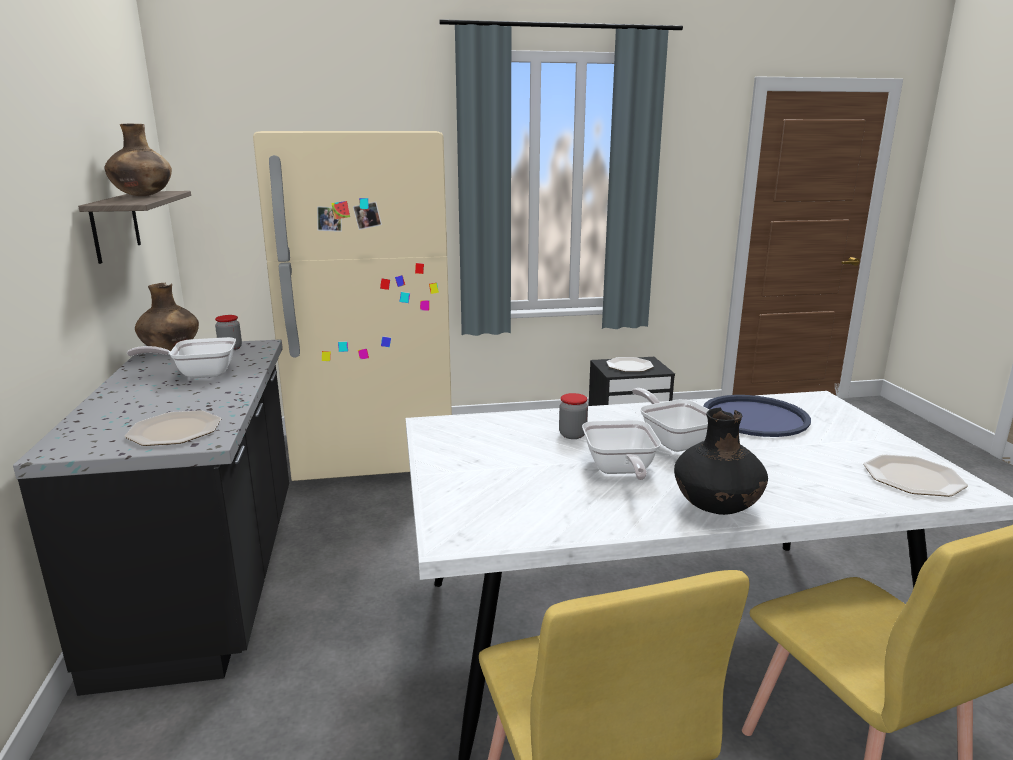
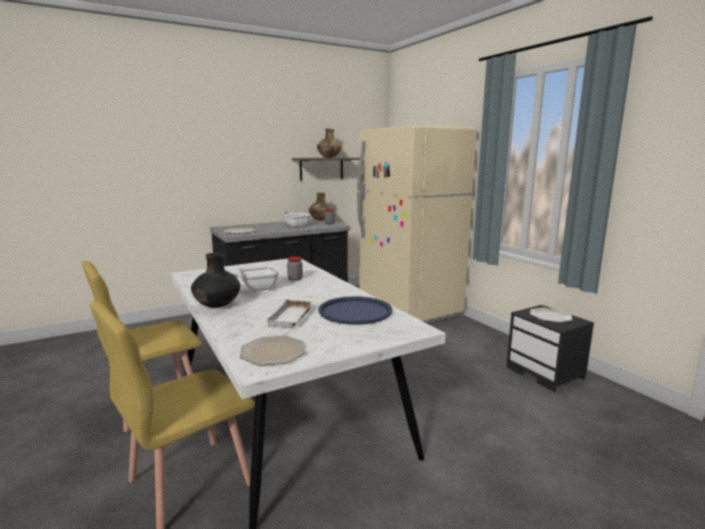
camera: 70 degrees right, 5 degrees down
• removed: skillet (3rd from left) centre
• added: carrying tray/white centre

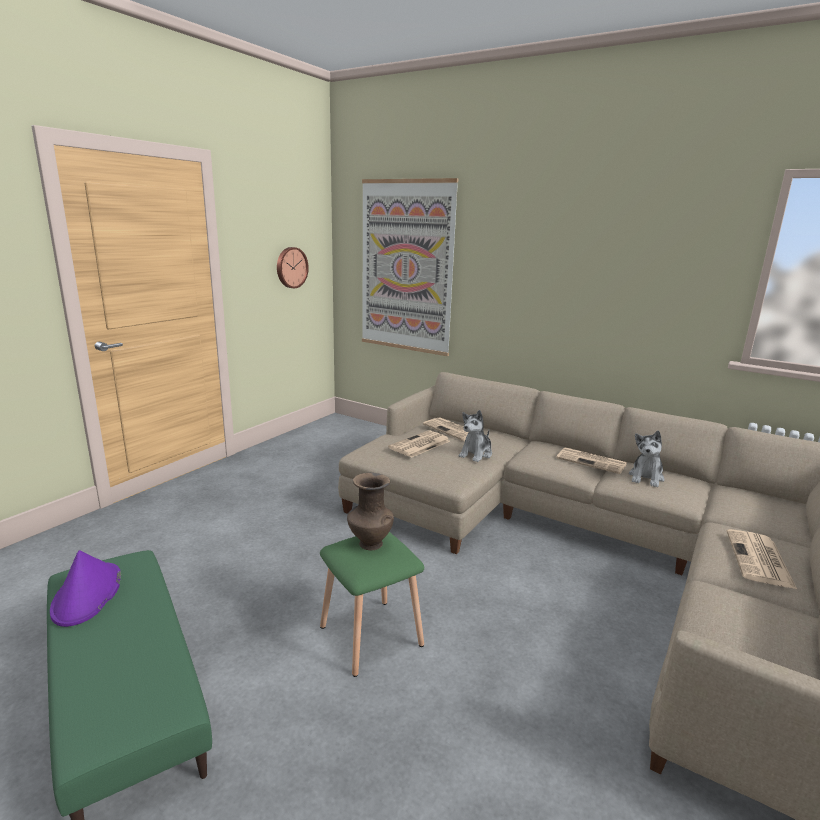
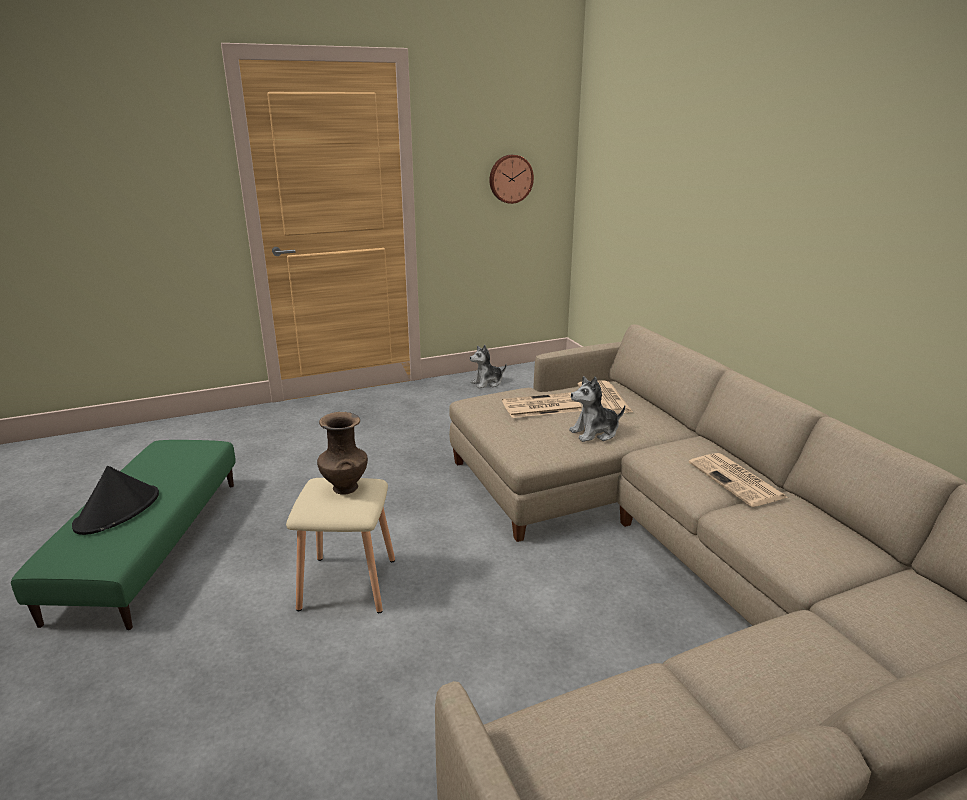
camera: 35 degrees right, 5 degrees up
• removed: wall picture top centre
• moved: plush toy (2nd from left in the first image) middle right to plush toy (1st from left) centre
• removed: daily paper (4th from left) bottom right
• recoloured: sitting stool/greenish bottom centre to sitting stool/beige-coloured bottom centre
• removed: hat/purple bottom left
• added: hat/black middle left

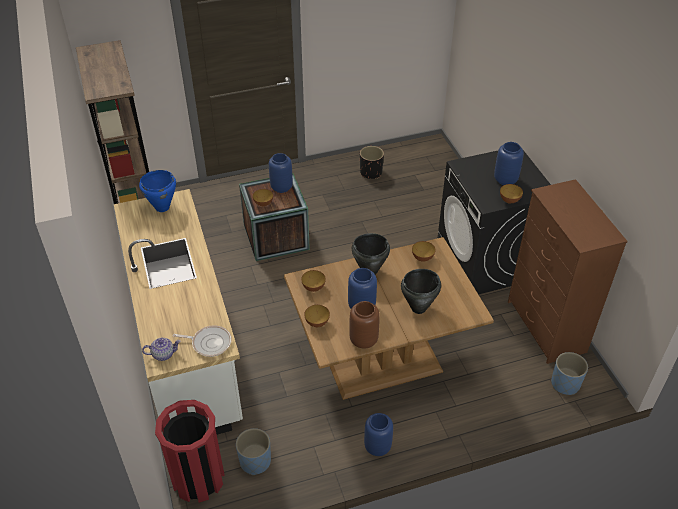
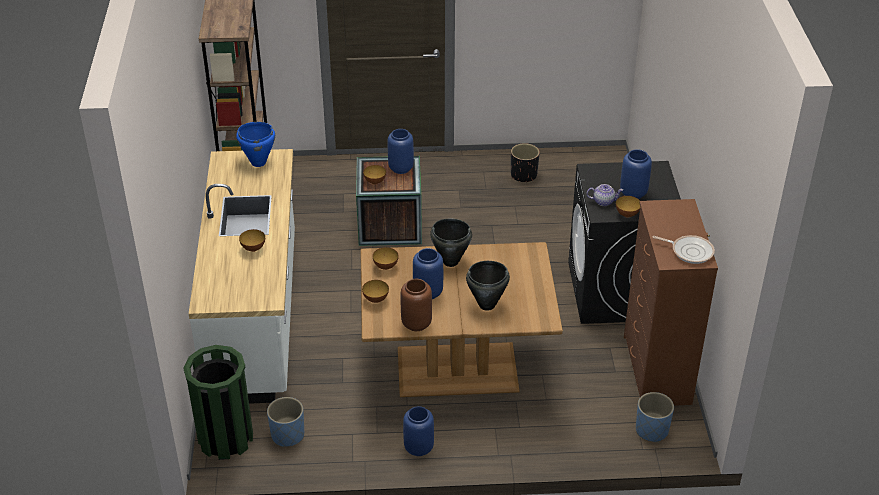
camera: 15 degrees right, 5 degrees down
• moved: serving bowl (4th from left in the first image) centre to serving bowl (1st from left) middle left
• moved: skillet bottom left to middle right
• moved: teapot bottom left to middle right
• recoloured: trash can/reddish bottom left to trash can/greenish bottom left

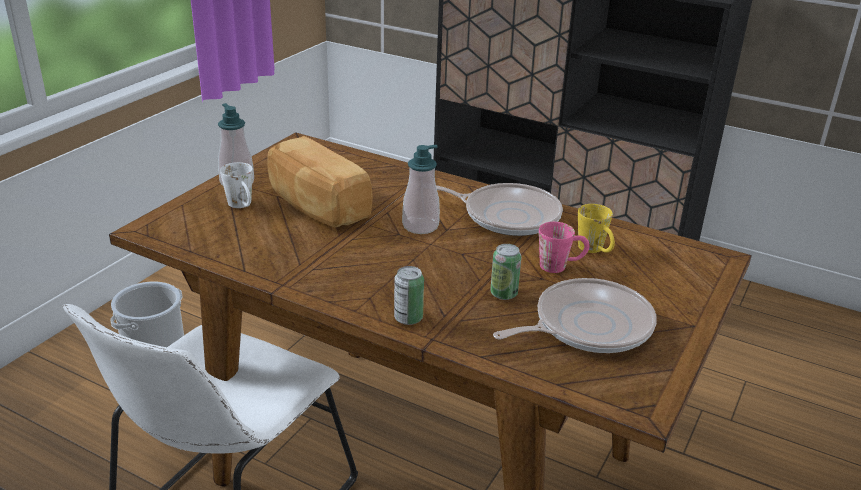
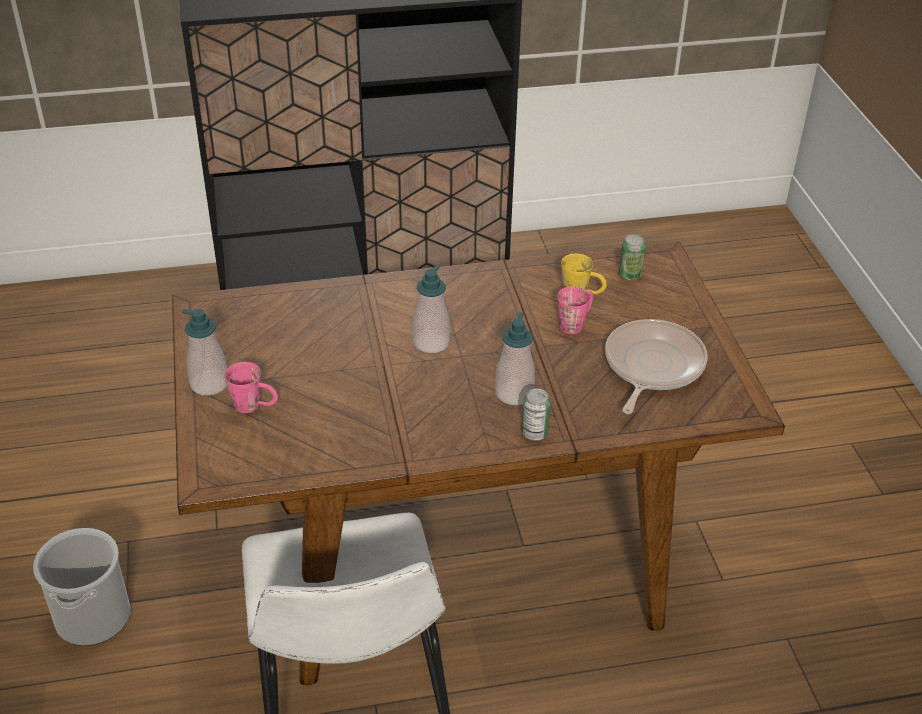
camera: 40 degrees left, 10 degrees up
• removed: baked bread centre
• recoloured: mug/white middle left to mug/pink-coloured (1st from left) middle left
• removed: skillet (1st from left) centre
• moved: metal can (2nd from left) centre to middle right
• added: soap bottle (3rd from left) centre

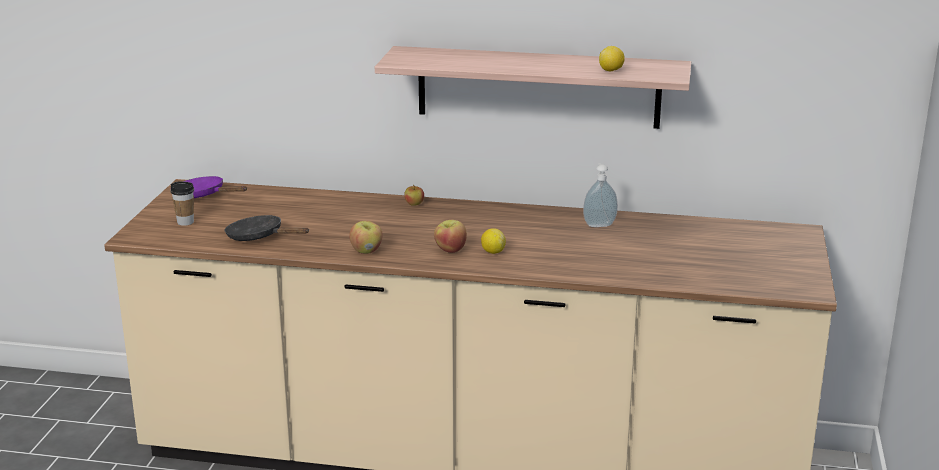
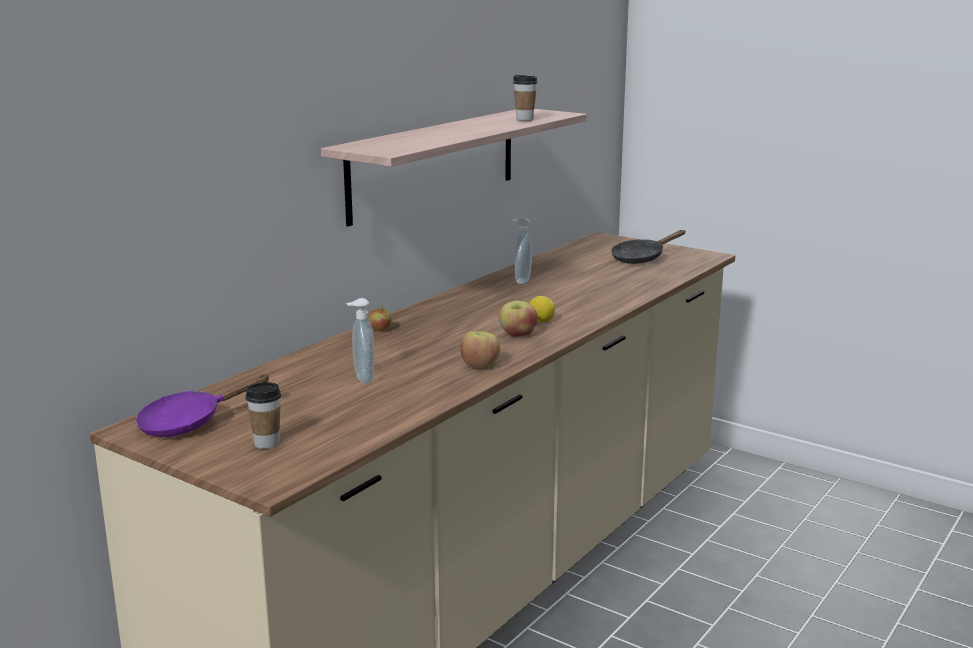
camera: 65 degrees left, 5 degrees down
• replaced: whole lemon (2nd from left) top centre to small cup (2nd from left) top centre
• moved: skillet/black middle left to centre
• added: soap bottle (1st from left) centre

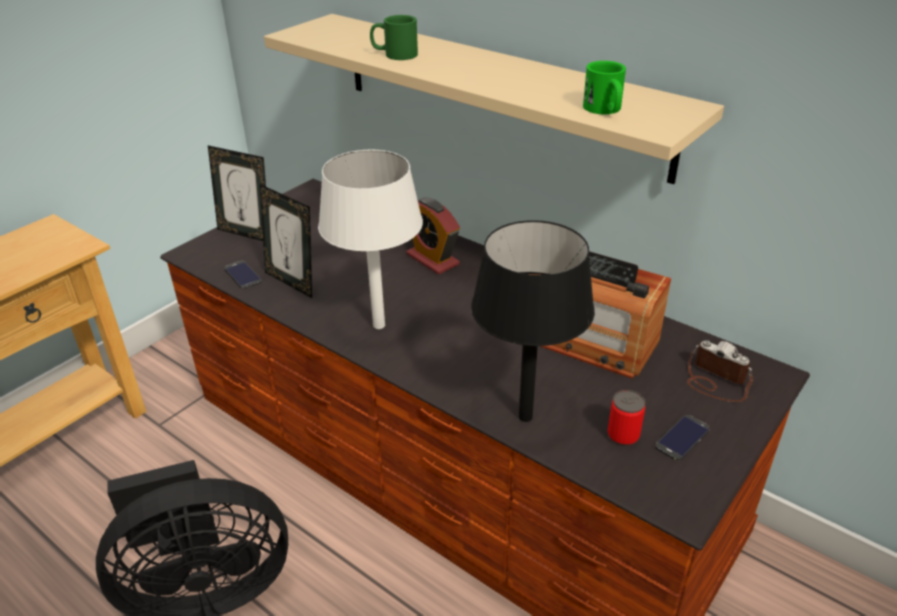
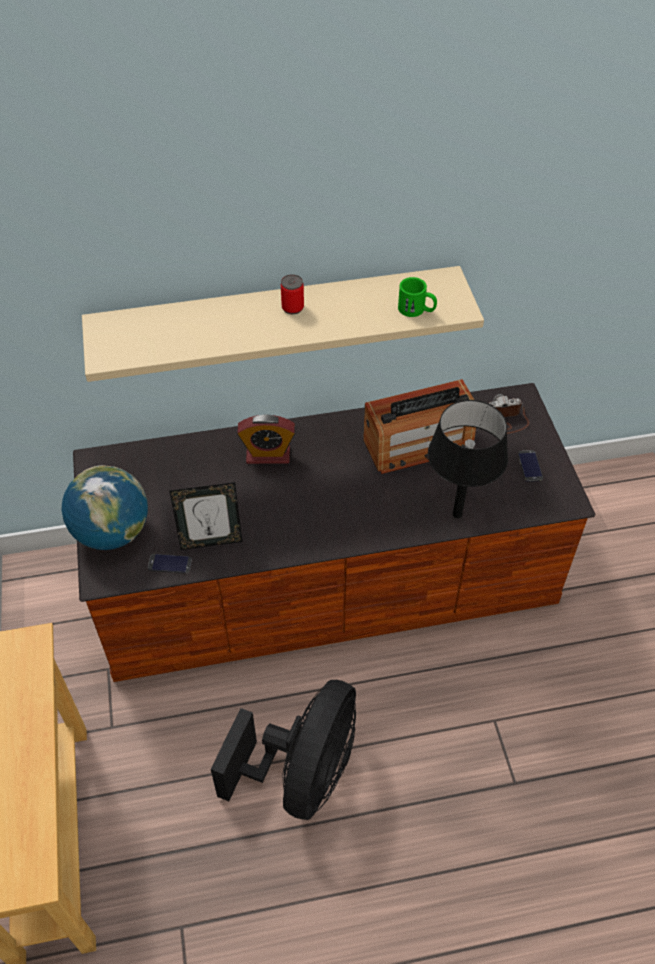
camera: 50 degrees left, 15 degrees up
• removed: mug/greenish (1st from left) top centre
• replaced: photo frame (1st from left) top left to globe middle left
• removed: lamp for a table/white centre
• moved: metal can bottom right to top centre

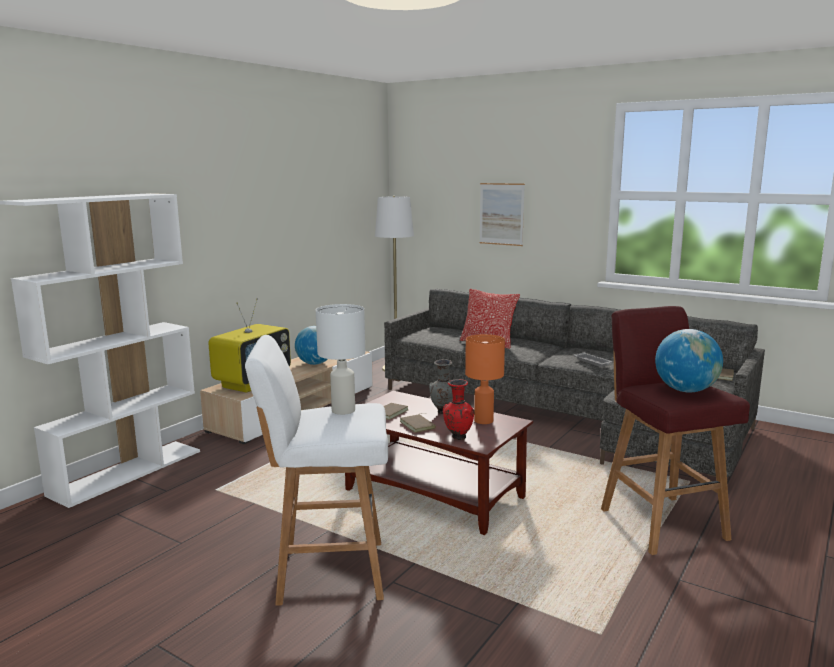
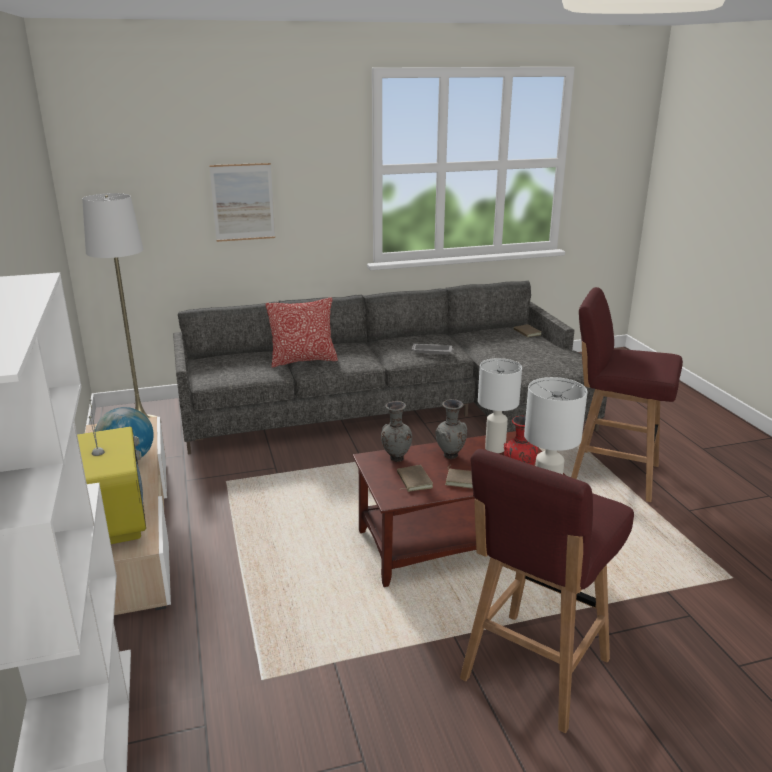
camera: 50 degrees left, 10 degrees up
• removed: globe (2nd from left) middle right
• recoloured: lamp for a table/orangey centre to lamp for a table/white (1st from left) centre
• recoloured: sitting stool/white bottom centre to sitting stool/reddish (1st from left) bottom right
• added: flower vase/gray (1st from left) centre

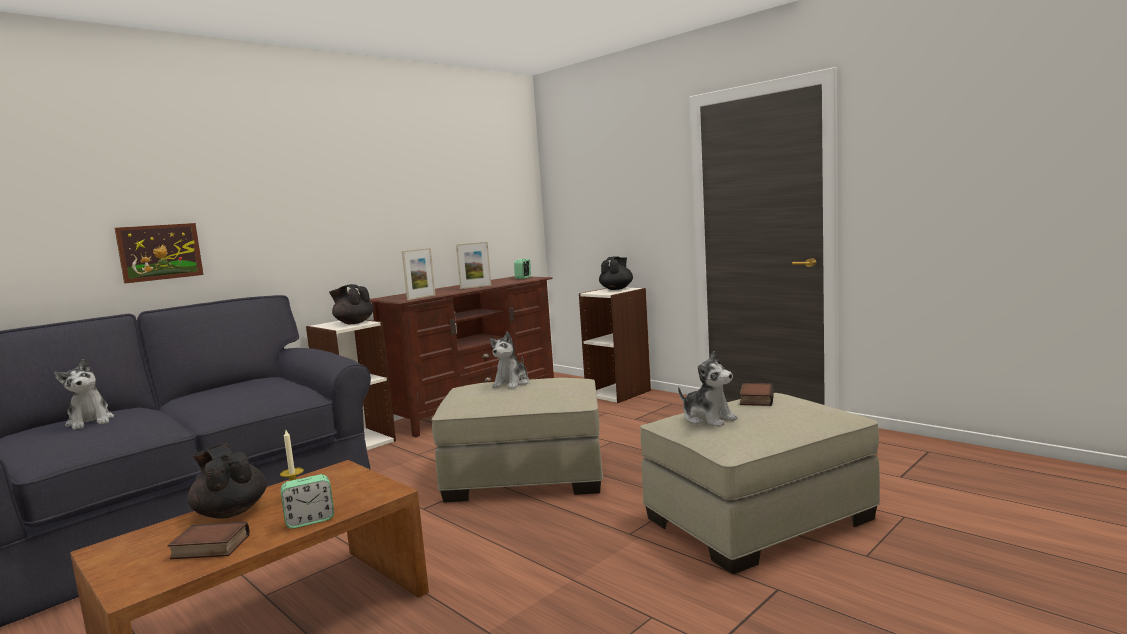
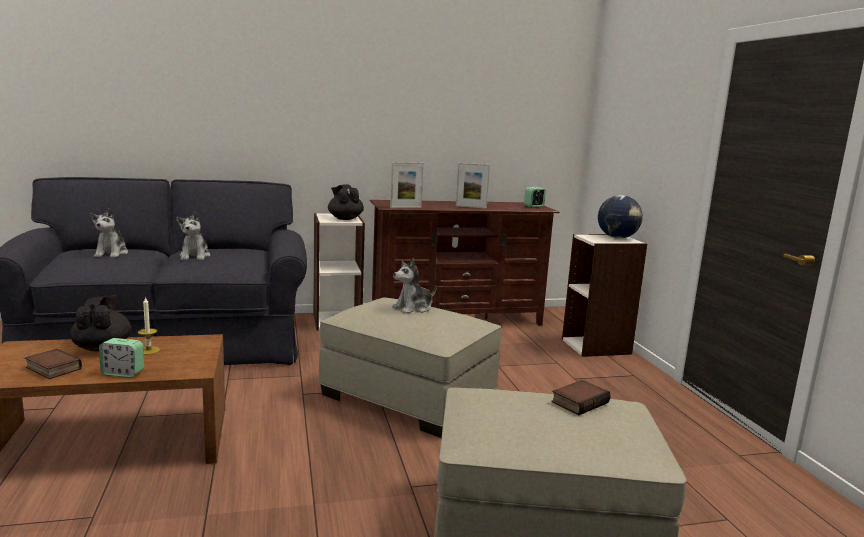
camera: 30 degrees right, 5 degrees up
• removed: wall picture middle left
• replaced: teapot/black (3rd from left) centre to globe middle right
• moved: plush toy (3rd from left in the first image) centre to plush toy (2nd from left) middle left

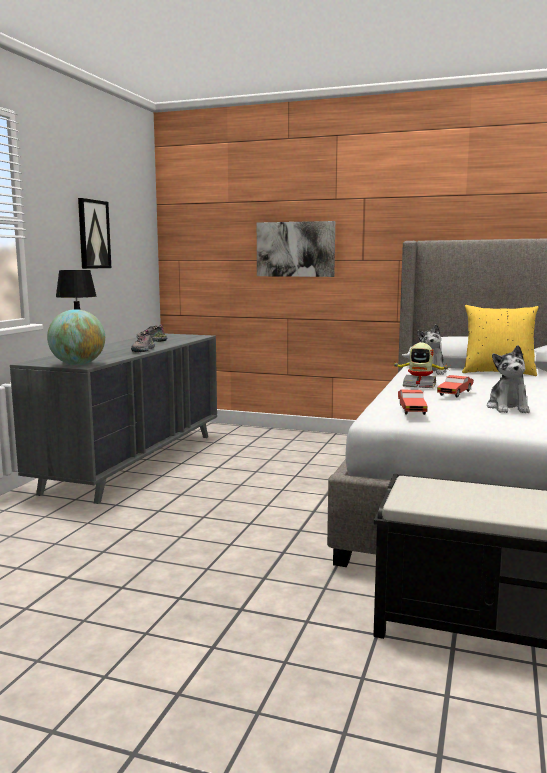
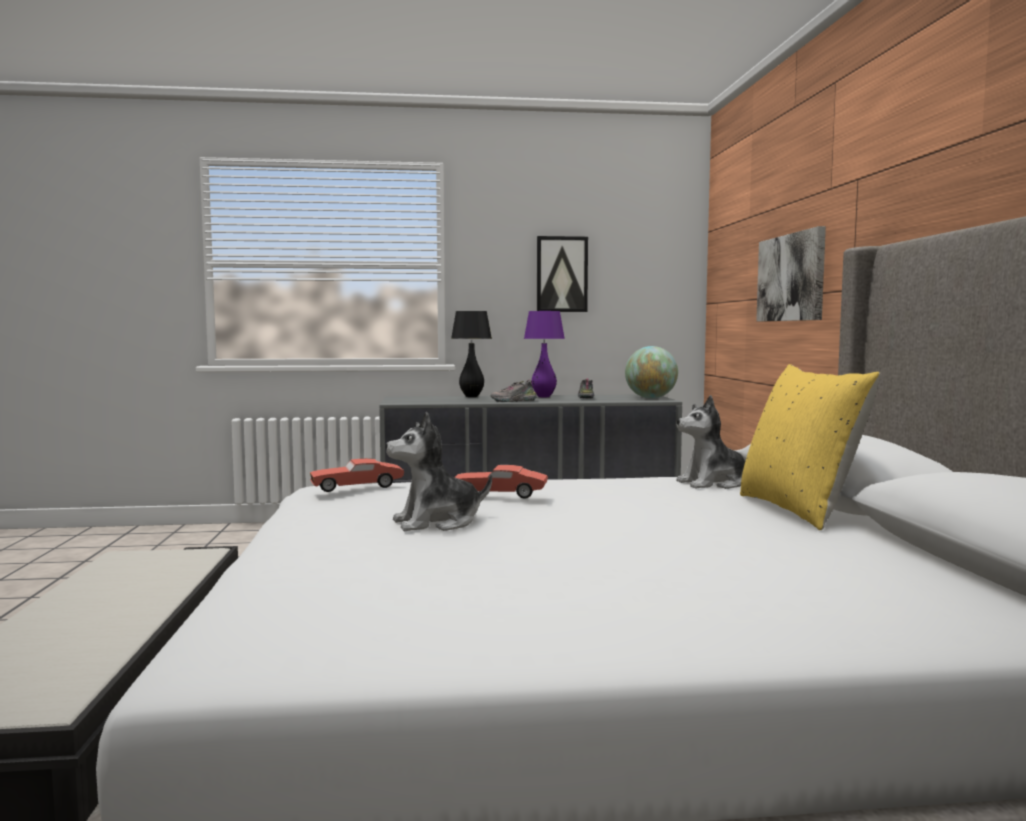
camera: 65 degrees right, 5 degrees down
• moved: globe middle left to centre
• removed: model robot middle right
• added: lamp for a table/purple centre

